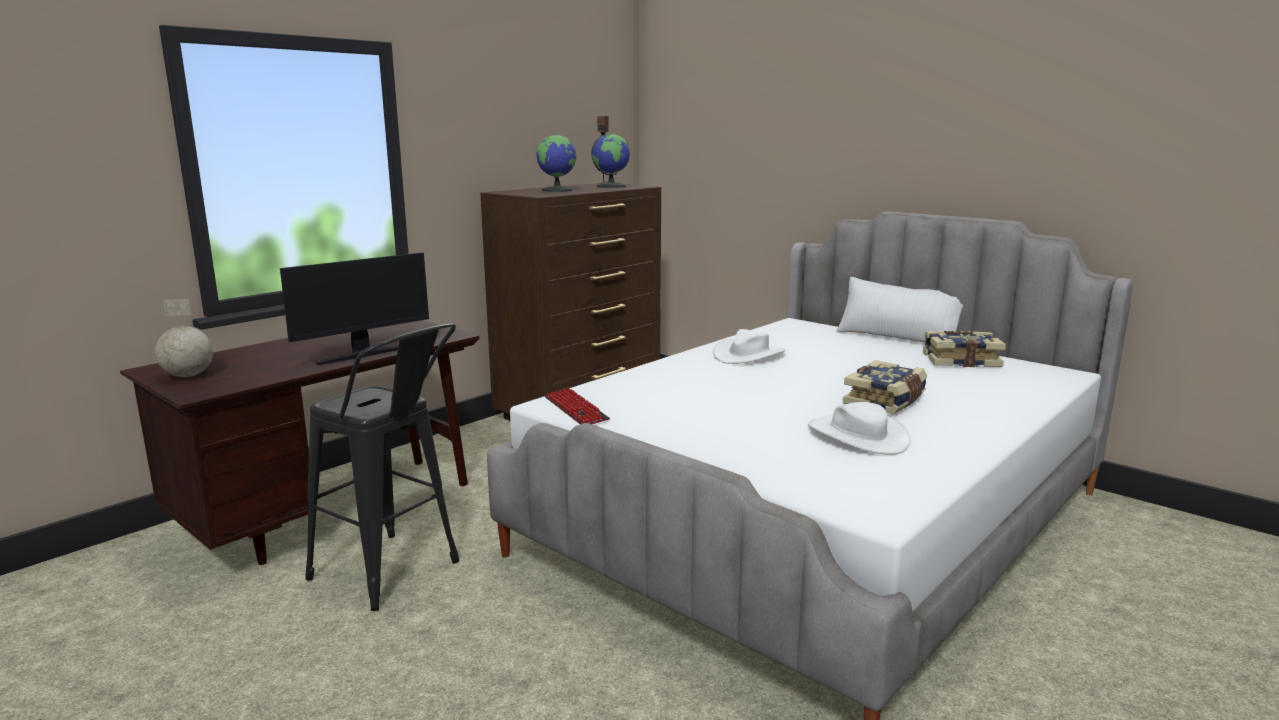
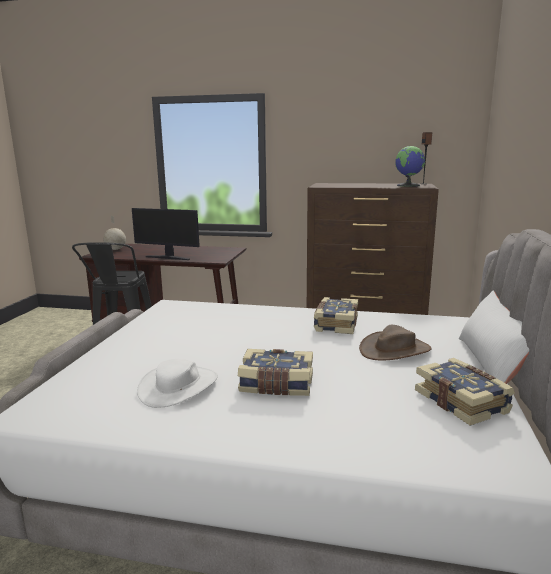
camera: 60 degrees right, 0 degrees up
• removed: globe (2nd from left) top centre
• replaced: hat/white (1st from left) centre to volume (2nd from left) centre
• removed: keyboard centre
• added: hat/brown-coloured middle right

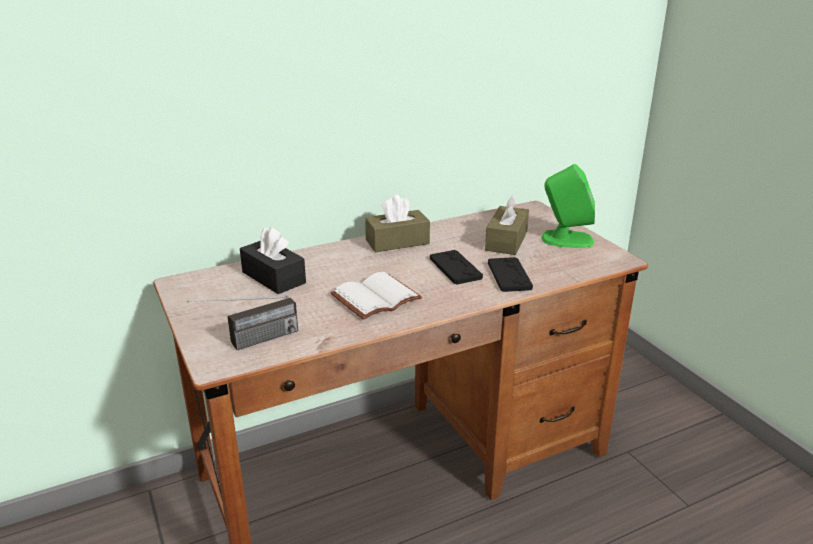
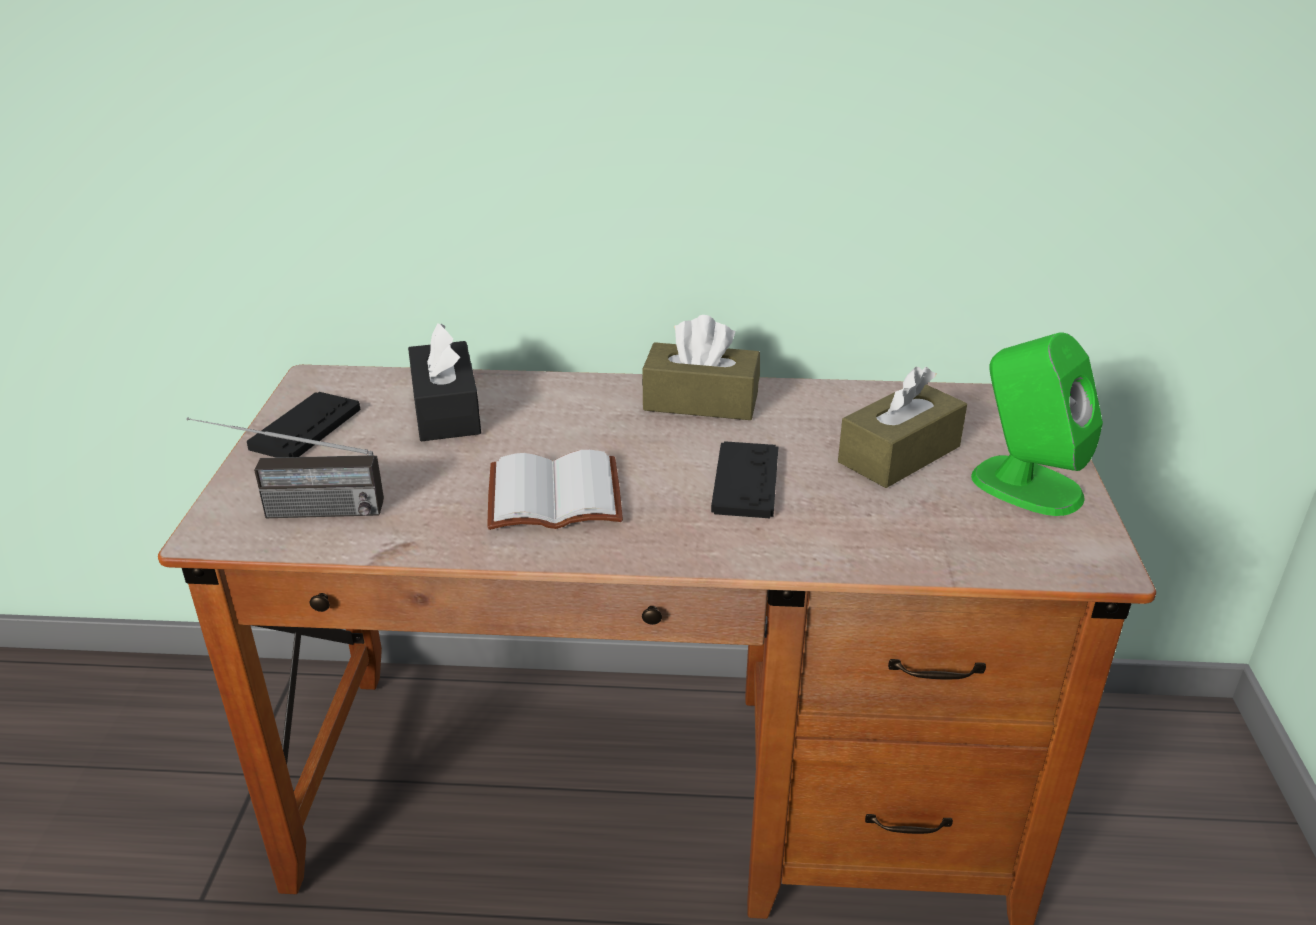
camera: 30 degrees right, 5 degrees up
• moved: game controller/black (2nd from left in the first image) centre to game controller/black (1st from left) middle left

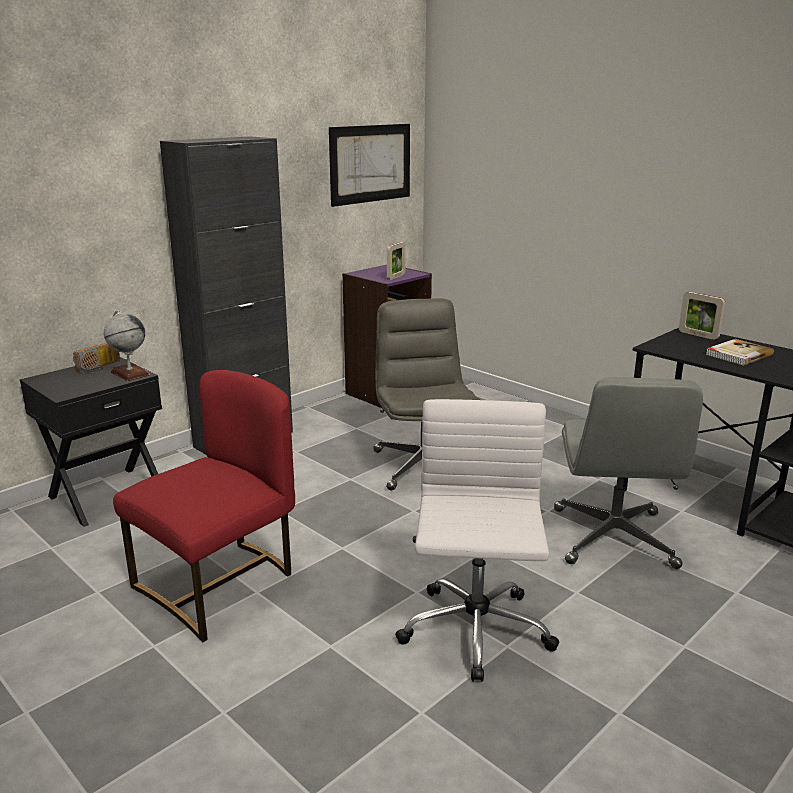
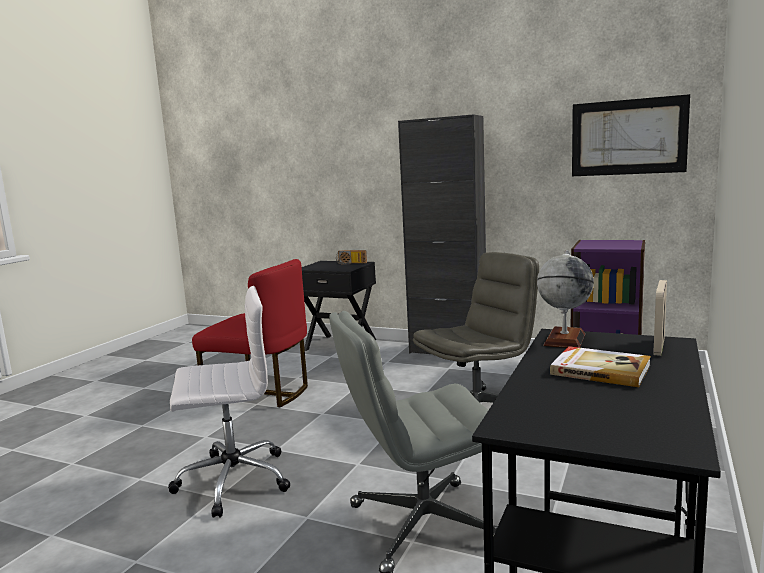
camera: 70 degrees right, 10 degrees down
• removed: photo frame (1st from left) top centre
• moved: globe middle left to middle right

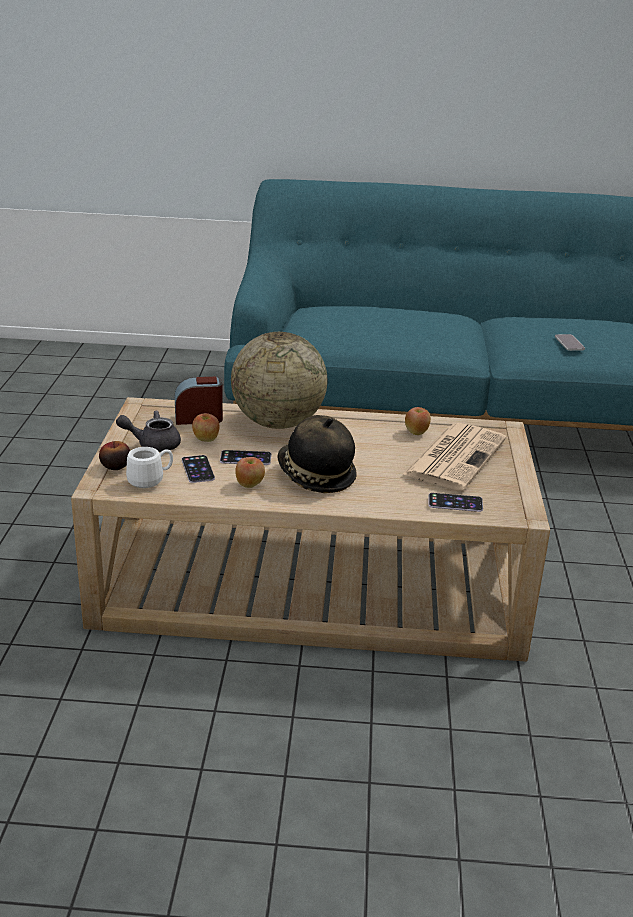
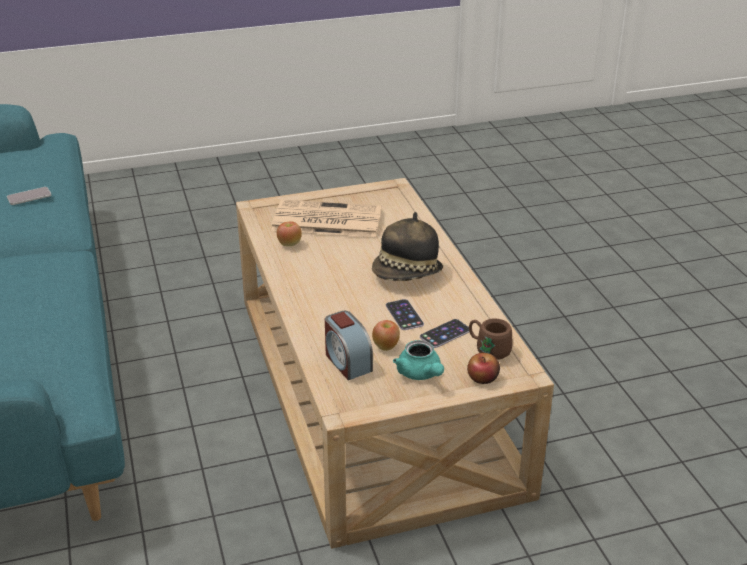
camera: 110 degrees left, 5 degrees up
• removed: globe centre
• recoloured: teapot/gray middle left to teapot/turquoise centre
• recoloured: mug/white middle left to mug/brown-coloured centre
• removed: apple (3rd from left) centre
• removed: phone (3rd from left) middle right

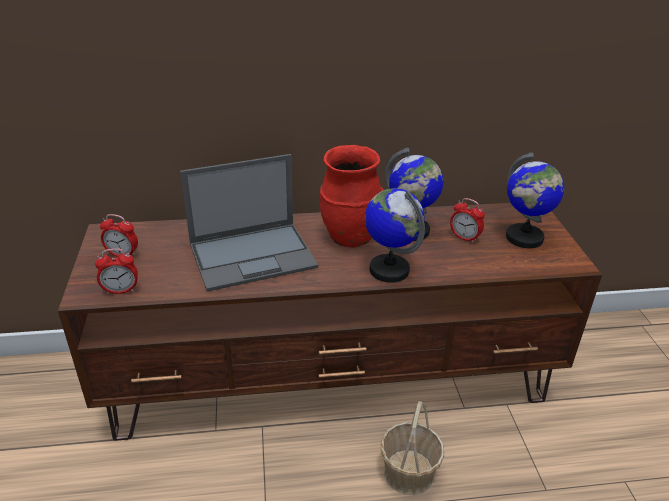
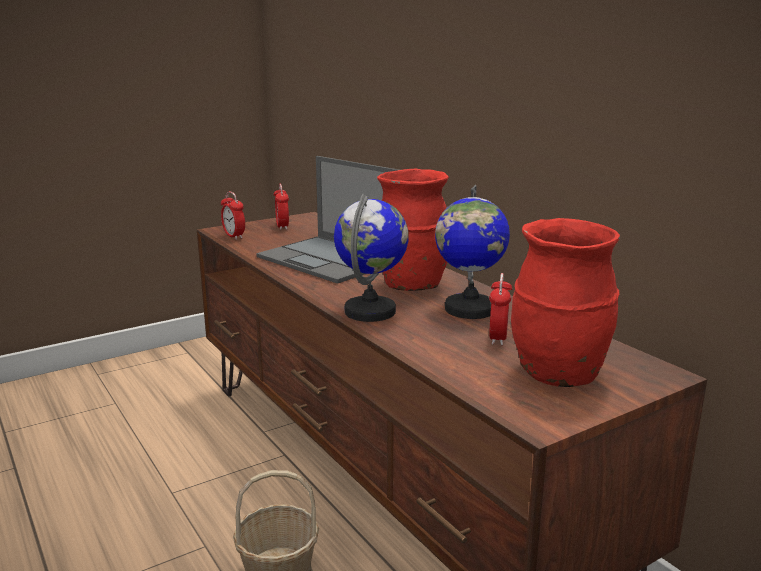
camera: 65 degrees right, 15 degrees down
• replaced: globe (3rd from left) middle right to flower vase/reddish (2nd from left) middle right

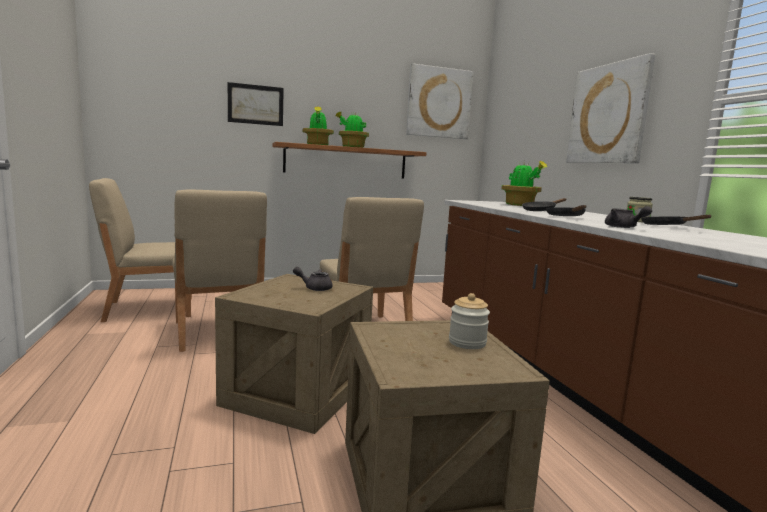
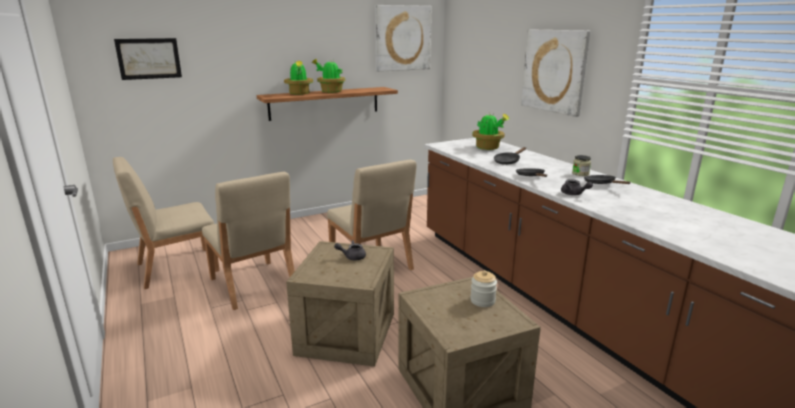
camera: 10 degrees left, 10 degrees up
• moved: wall picture (1st from left) top centre to top left

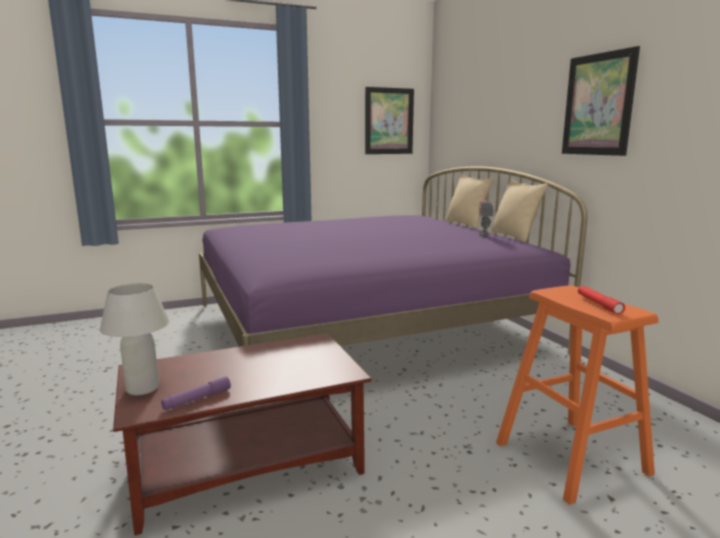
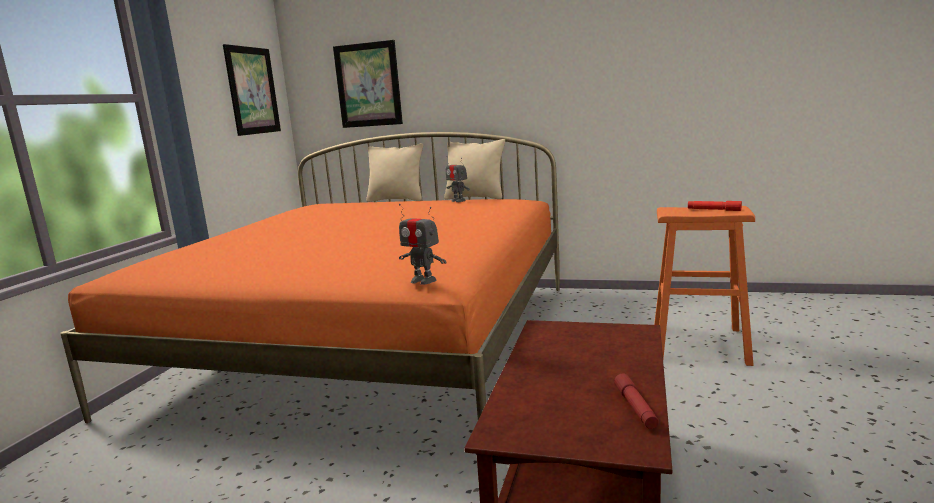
camera: 50 degrees left, 0 degrees up
• moved: wall picture (2nd from left) top right to top centre
• recoloured: bedroom bed/purple centre to bedroom bed/orangey middle left
• removed: lamp for a table/white middle left
• recoloured: flashlight/purple bottom left to flashlight/reddish (1st from left) bottom right
• added: model robot (1st from left) centre

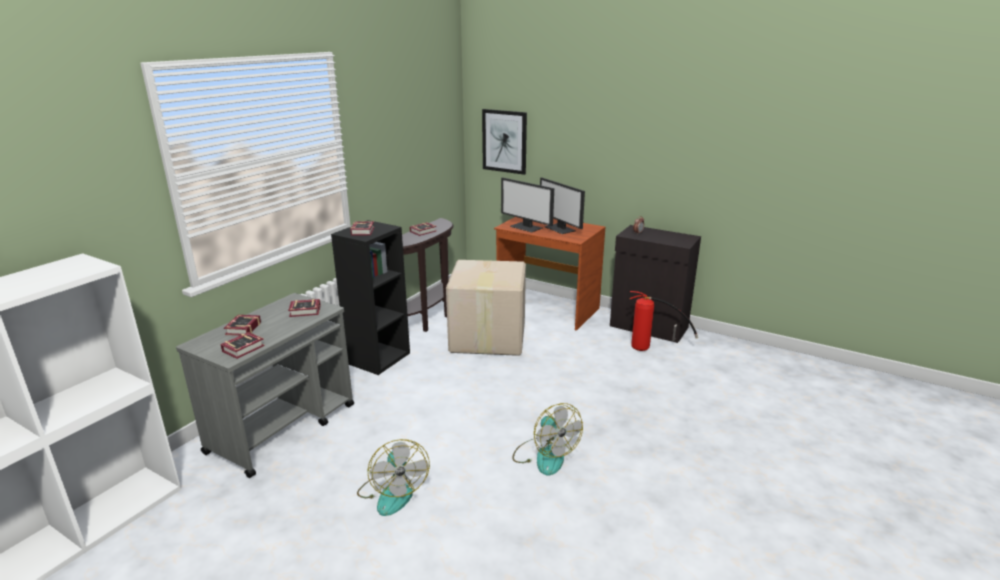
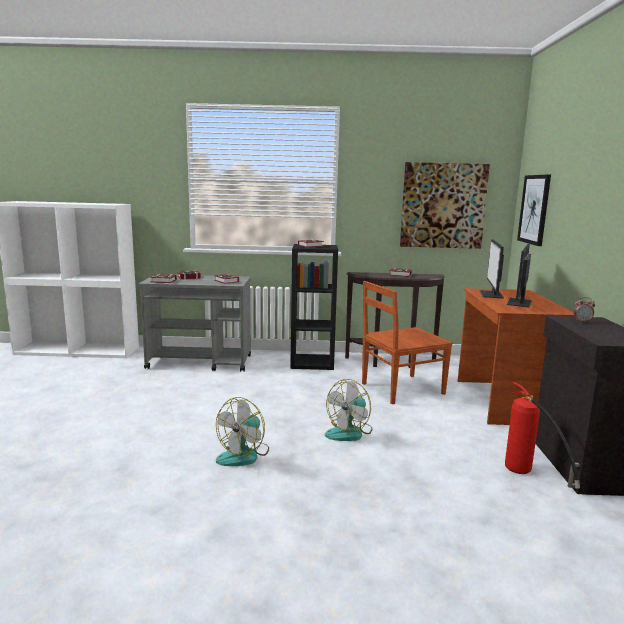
camera: 60 degrees right, 10 degrees down
• replaced: cardboard box centre to plain chair/brown-coloured centre
• moved: electric fan (1st from left in the first image) bottom centre to electric fan (2nd from left) centre
• added: wall picture (1st from left) top right

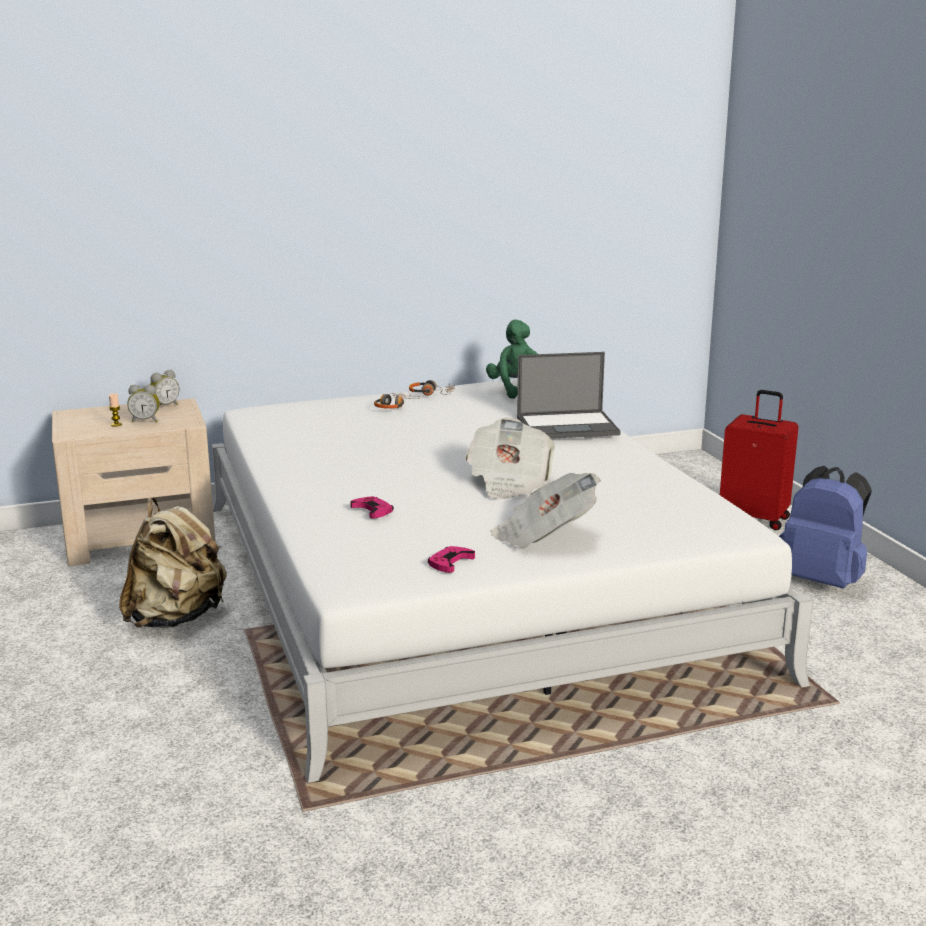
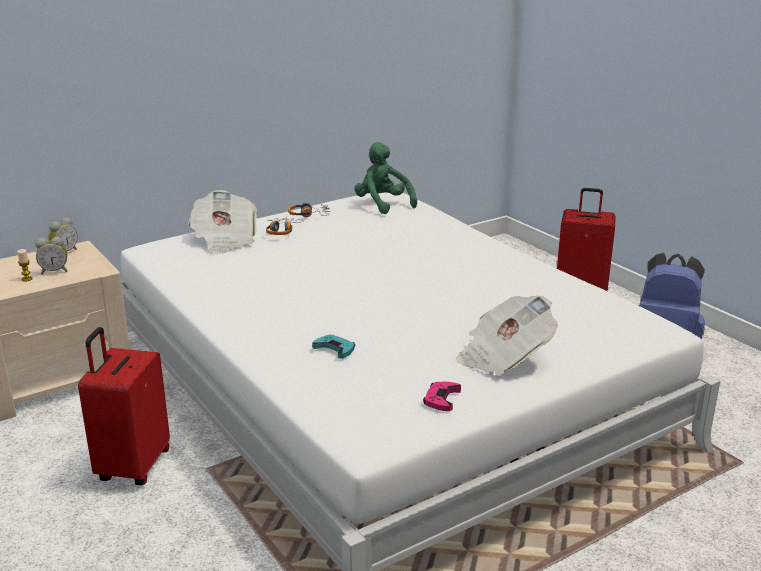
camera: 15 degrees left, 5 degrees up
• removed: notebook computer centre
• moved: daily paper (1st from left) centre to middle left
• recoloured: game controller/pink-coloured (1st from left) centre to game controller/turquoise centre
• replaced: rucksack/beige-coloured middle left to travel case/reddish (1st from left) bottom left

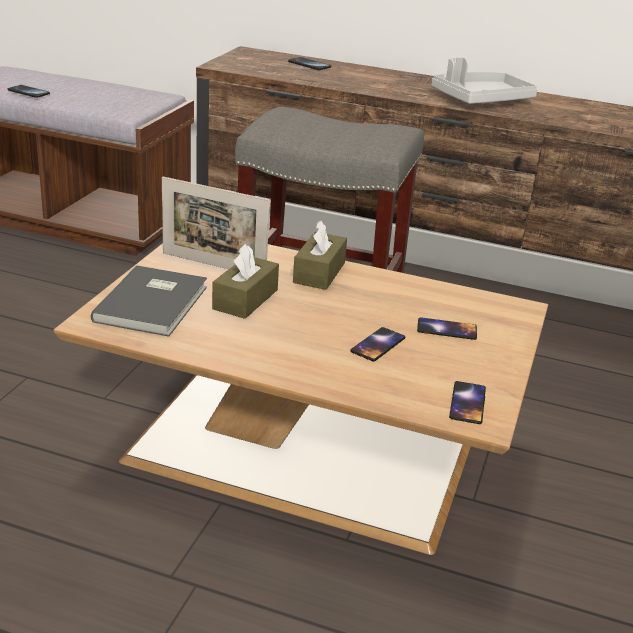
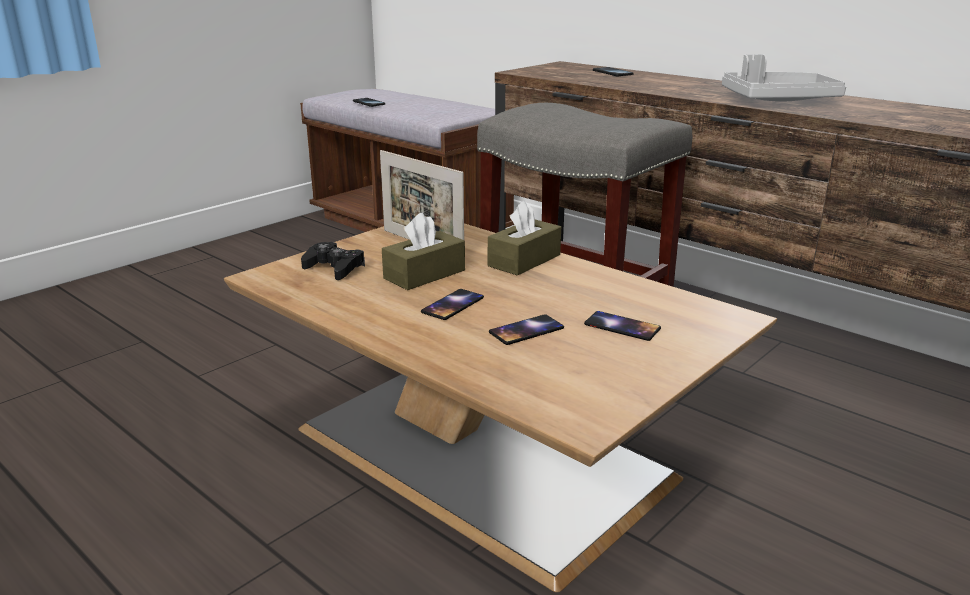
camera: 25 degrees right, 5 degrees down
• replaced: volume/gray middle left to game controller/black centre
• moved: phone (5th from left in the first image) middle right to phone (2nd from left) centre

